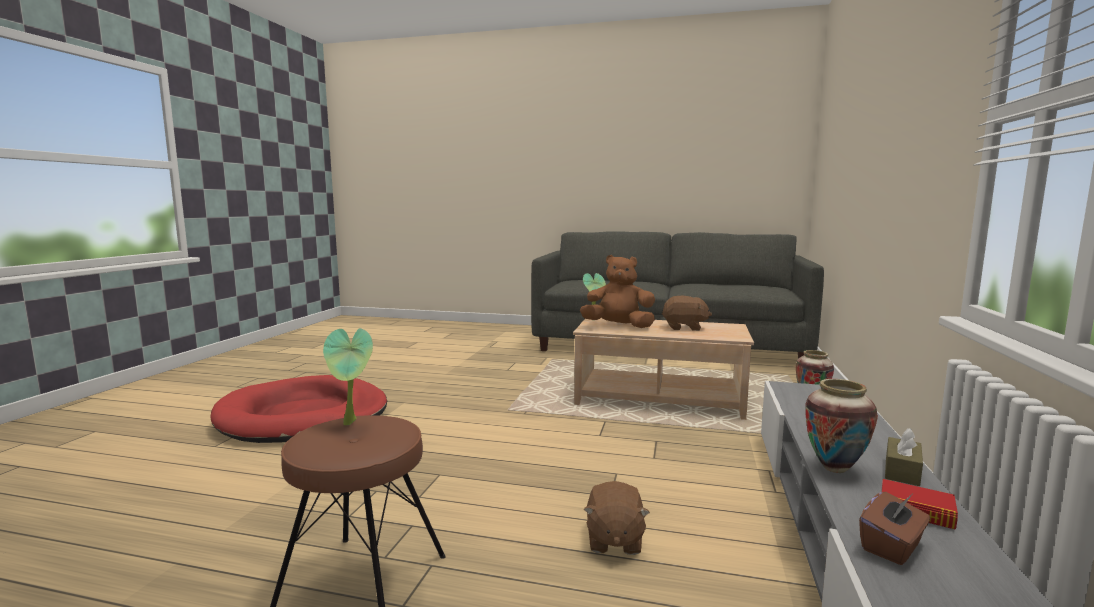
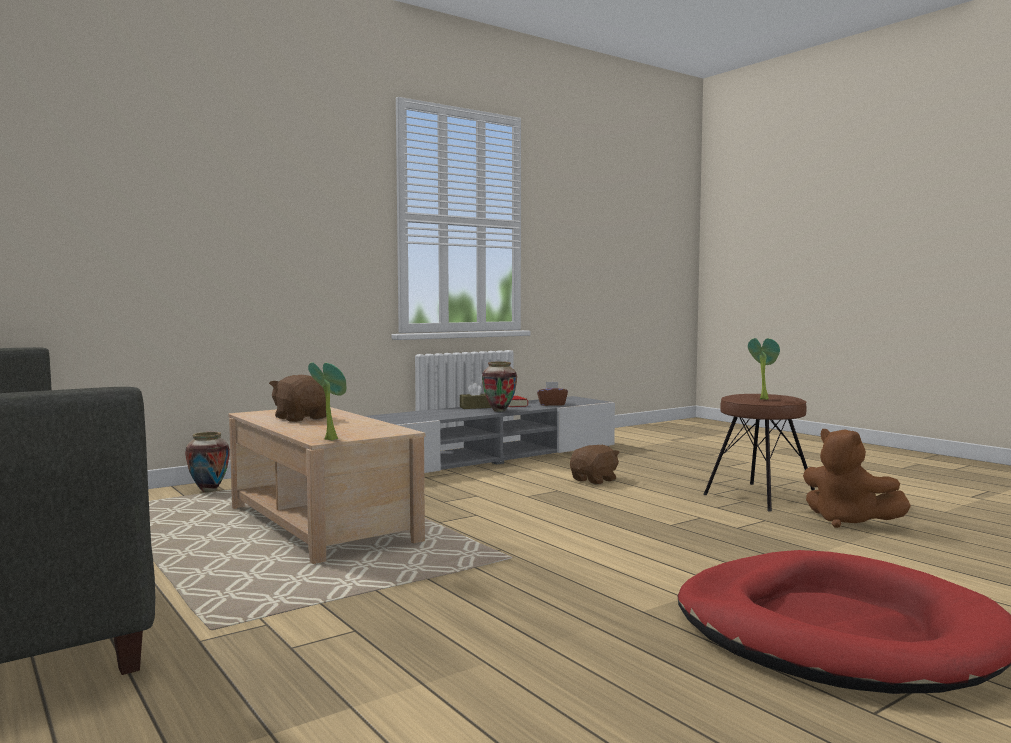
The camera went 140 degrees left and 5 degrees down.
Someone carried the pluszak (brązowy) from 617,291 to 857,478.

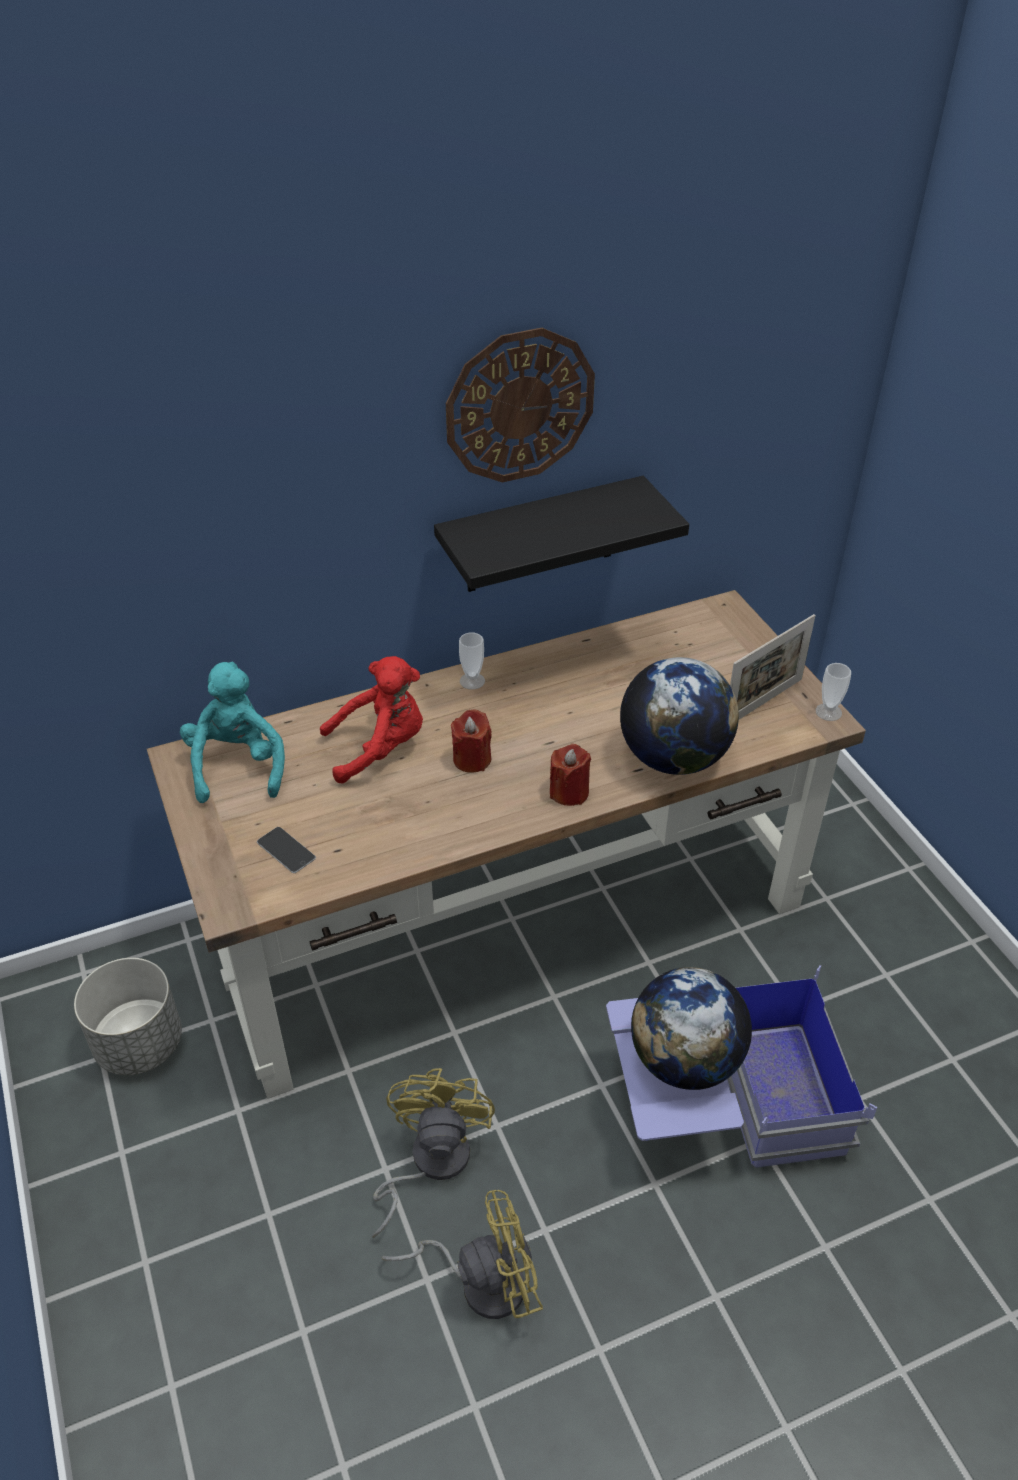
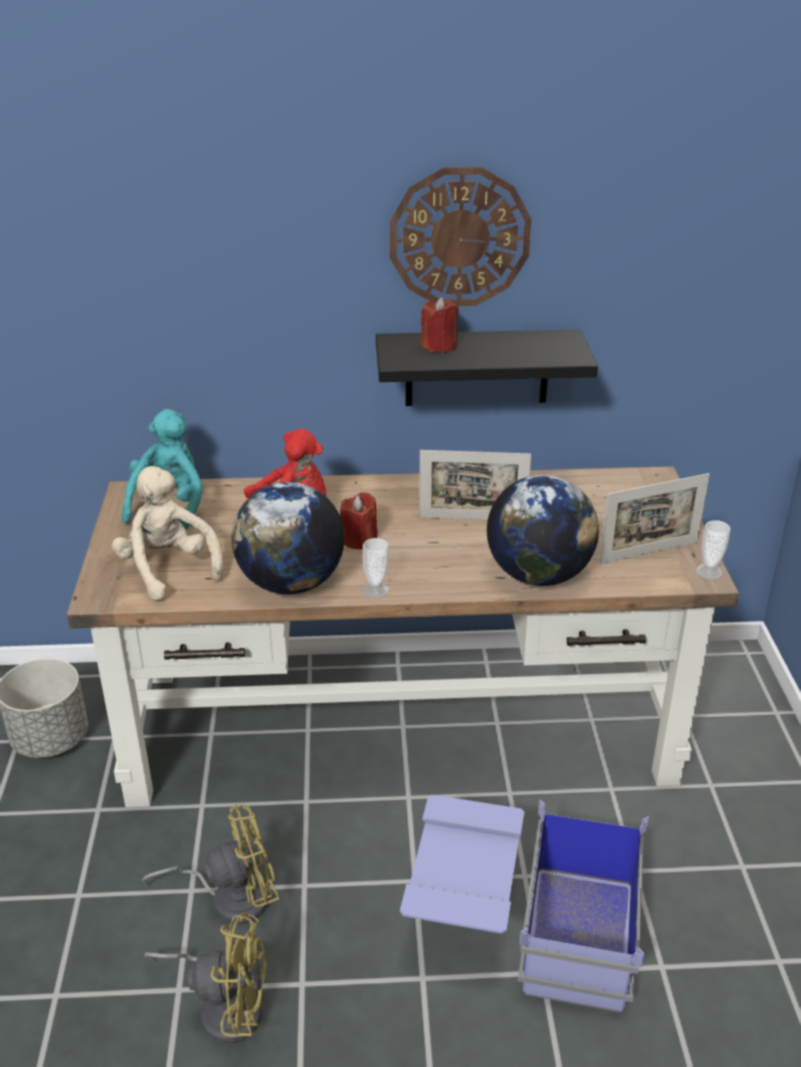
The camera went 20 degrees right and 10 degrees down.
Someone swapped the telefon at 286,850 for the pluszak (beżowy) at 167,533.
Someone rotated the wentylator (żółty) at 433,1153 by 45 degrees clockwise.
Someone carried the globus from 691,1028 to 288,538.
Someone carried the filiżanka from 472,661 to 376,568.
Someone put down the ramka na zdjęcie at 475,485.
Someone carried the świeca (czerwony) from 570,775 to 440,325.

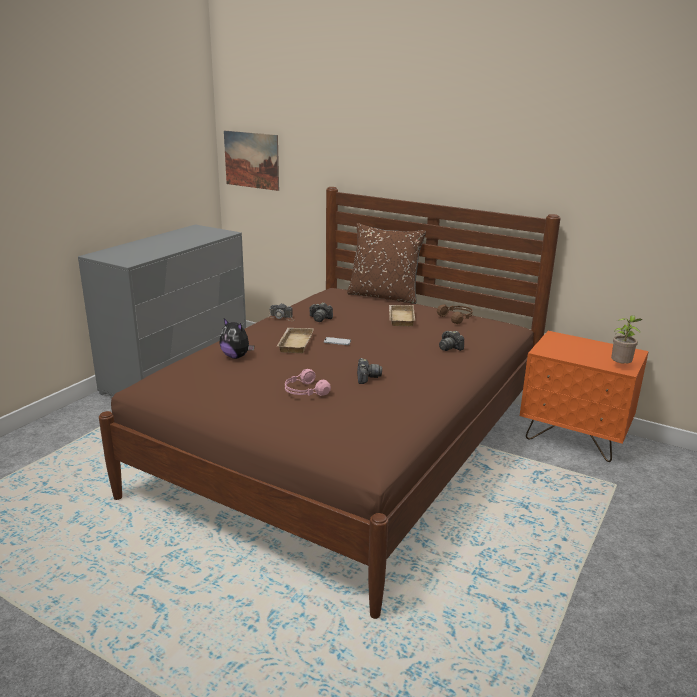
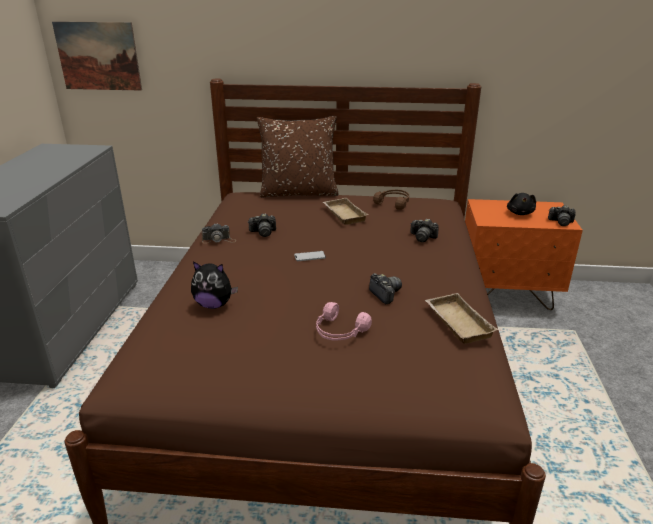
The camera went 25 degrees left and 5 degrees up.
Someone carried the taca (beżowy) from 295,340 to 461,318.
Someone put down the pluszak (czarny) at 521,204.
Someone swapped the roślina doniczkowa at 626,339 for the aparat fotograficzny at 562,215.

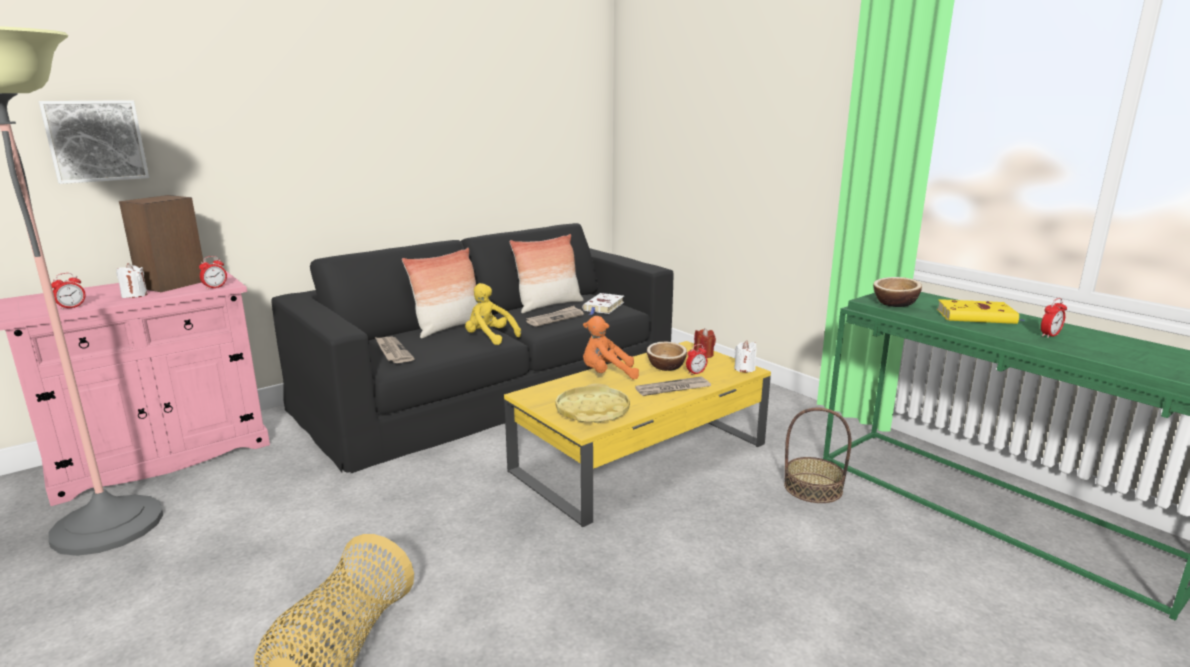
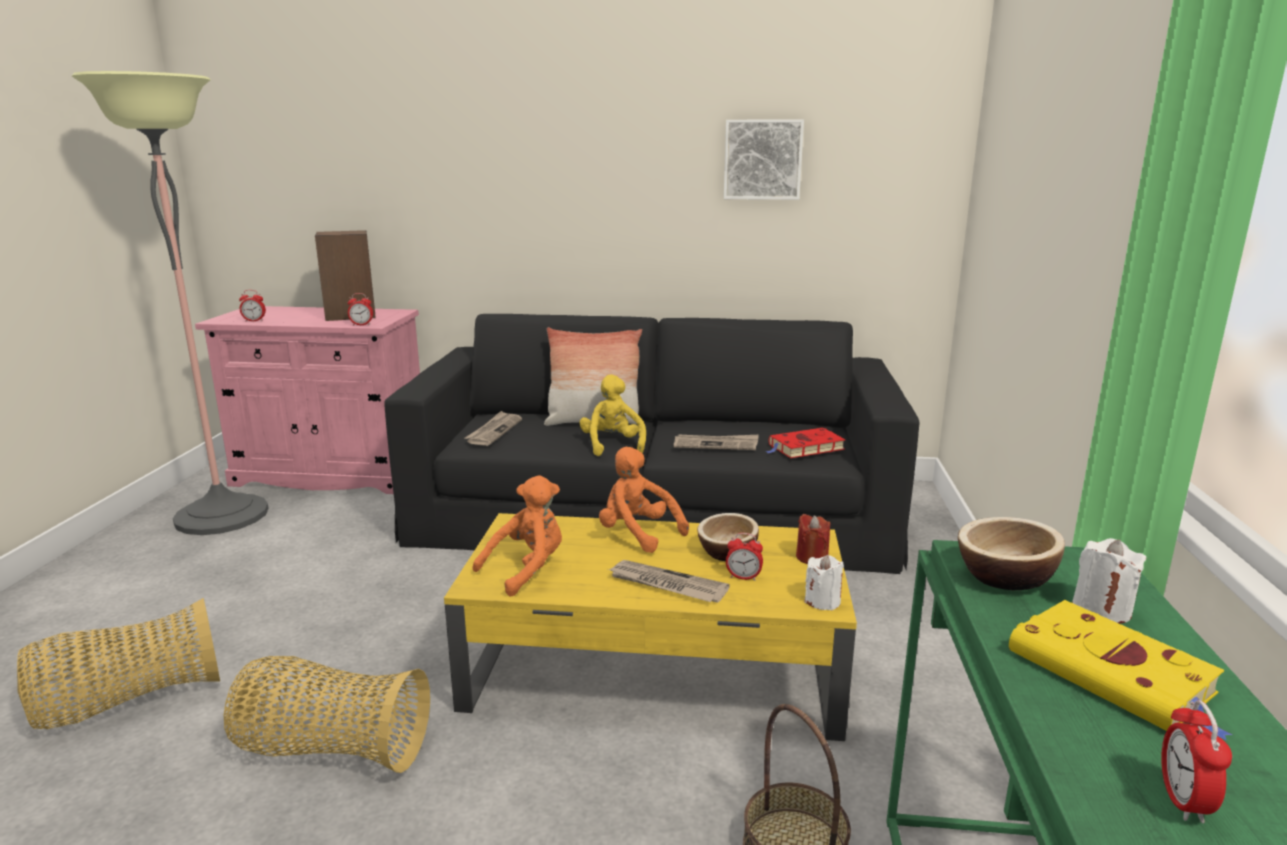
The camera went 45 degrees right and 0 degrees up.
Someone put down the koszyk at 327,714.
Someone swapped the taca (żółty) at 592,403 for the pluszak (pomarańczowy) at 517,536.
Someone carried the obraz from 94,142 to 764,159.
Someone repainted the książka (biały) at 603,304, which became the książka (czerwony) at 805,443.
Someone carried the świeca (biały) from 132,280 to 1109,581.
Someone rotated the budzik at 1054,318 by 90 degrees clockwise.
Someone took away the poduszka at 546,273.

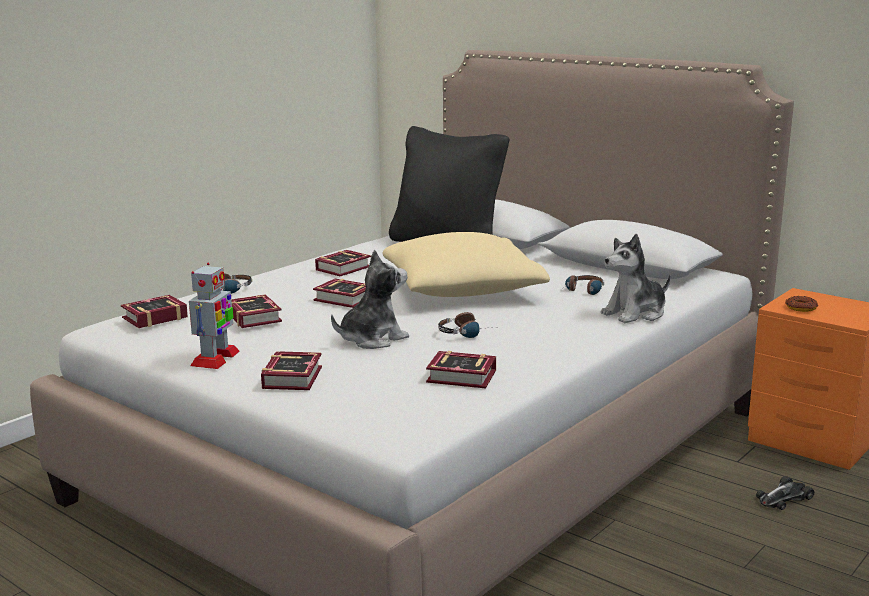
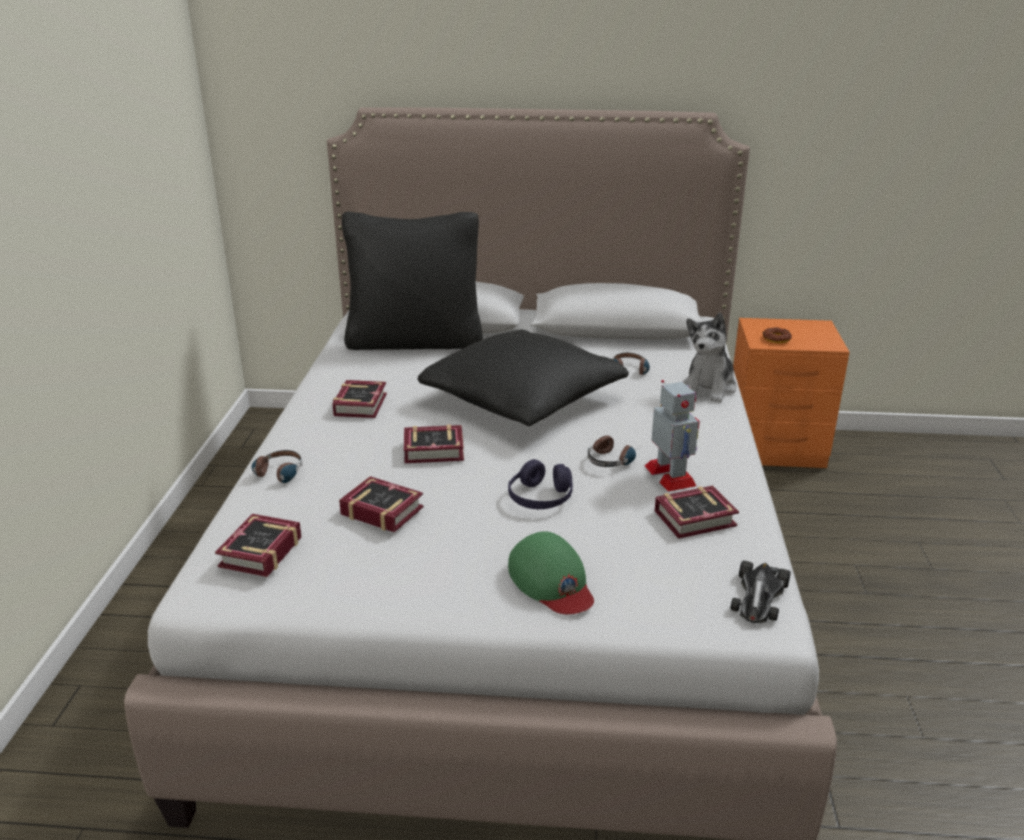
The camera went 35 degrees left and 10 degrees up.
Someone repainted the poduszka (beżowy) at 466,264, which became the poduszka (czarny) at 523,378.
Someone swapped the pluszak at 370,299 for the słuchawki (fioletowy) at 540,484.
Someone swapped the książka at 291,370 for the czapka z daszkiem (zielony) at 551,573.
Someone carried the robot zabawkowy from 214,316 to 672,436.
Someone carried the samochodzik from 785,493 to 761,592.

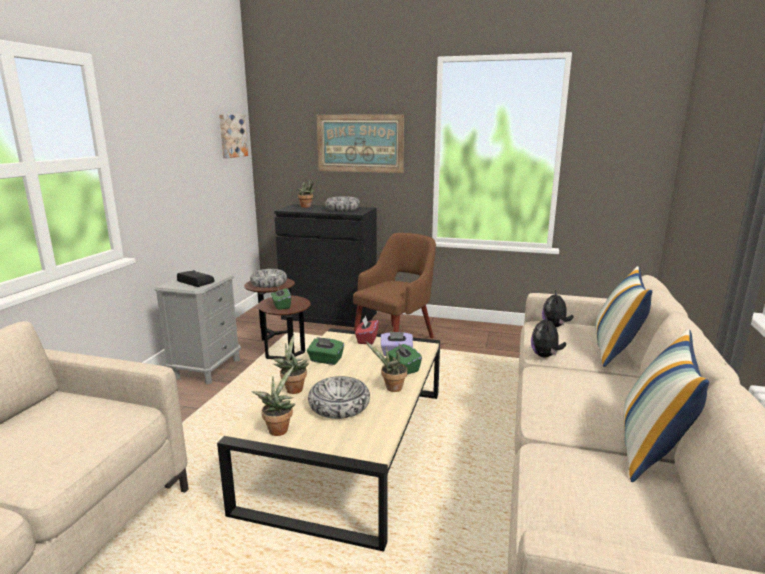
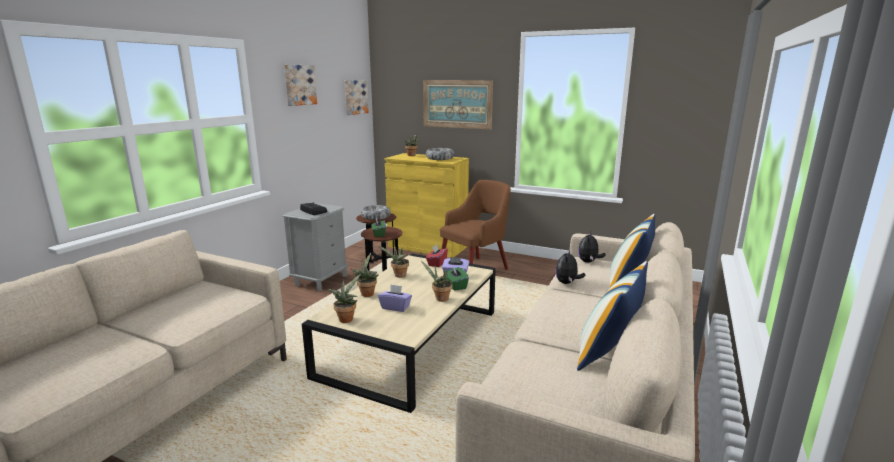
The camera went 10 degrees right and 0 degrees up.
Someone put up the obraz at 300,85.
Someone swapped the miska at 339,397 for the pudełko chusteczek (fioletowy) at 395,298.
Someone swapped the pudełko chusteczek (zielony) at 325,351 for the roślina doniczkowa at 394,262.
Someone repainted the szafka (czarny) at 325,265, which became the szafka (żółty) at 427,205.

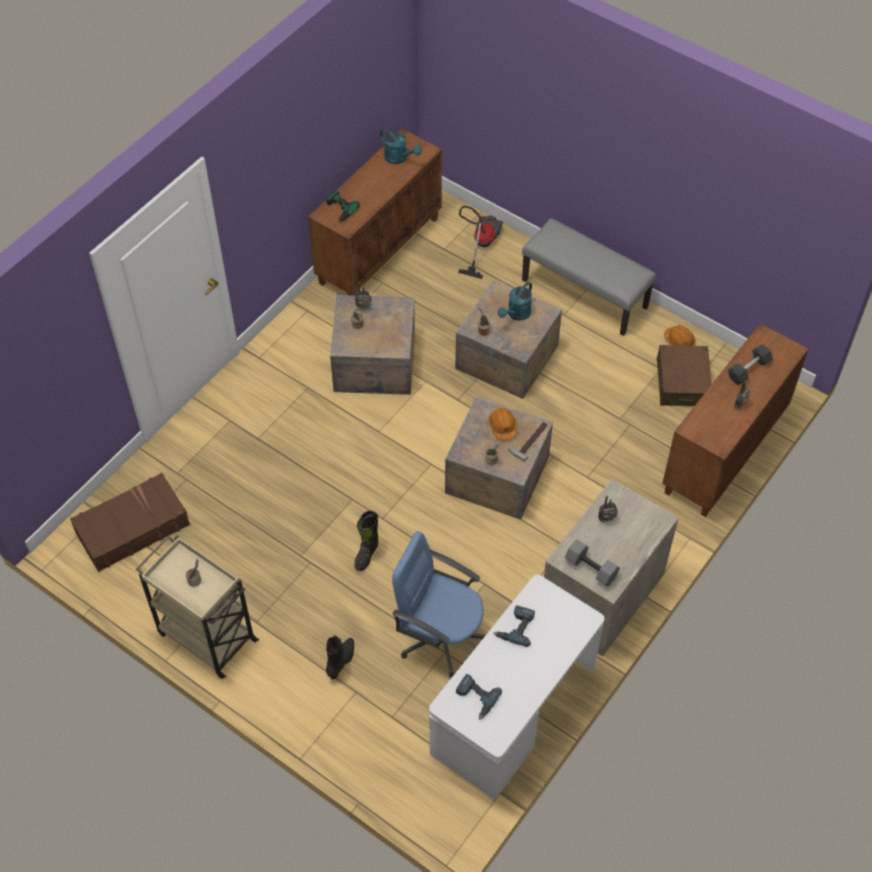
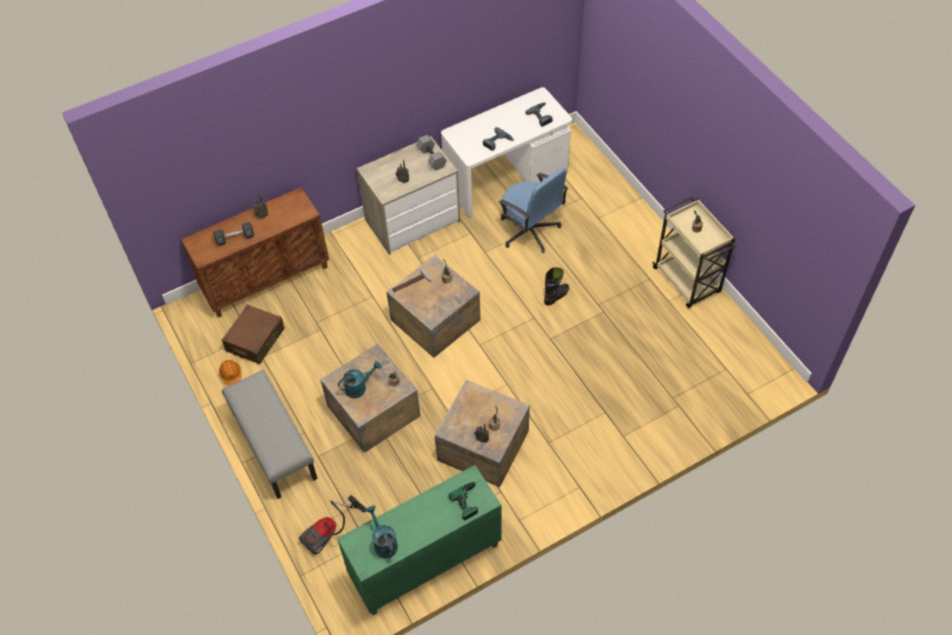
The camera went 155 degrees left and 0 degrees up.
Someone repainted the szafka (brązowy) at 375,212, which became the szafka (zielony) at 419,540.
Someone took away the walizka (brązowy) at 130,522.
Someone took away the but z cholewką (czarny) at 340,657.
Someone took away the kask (pomarańczowy) at 503,424.

